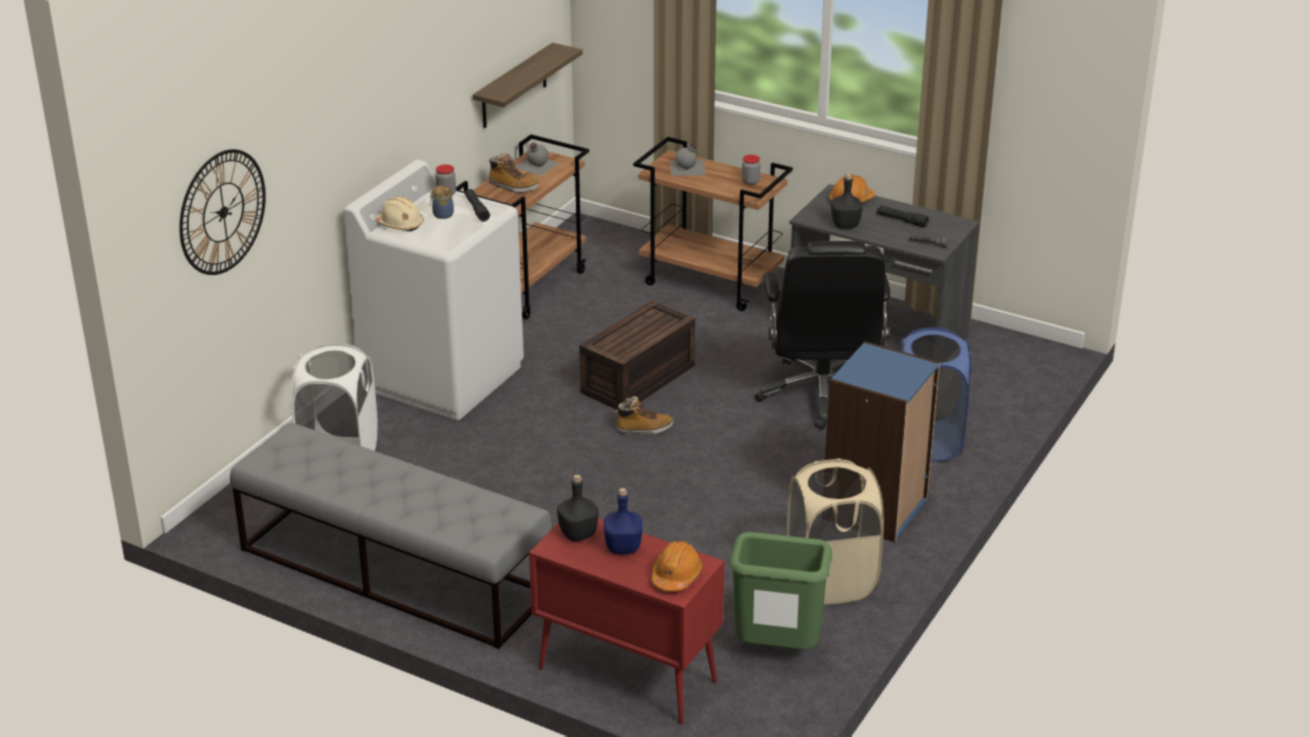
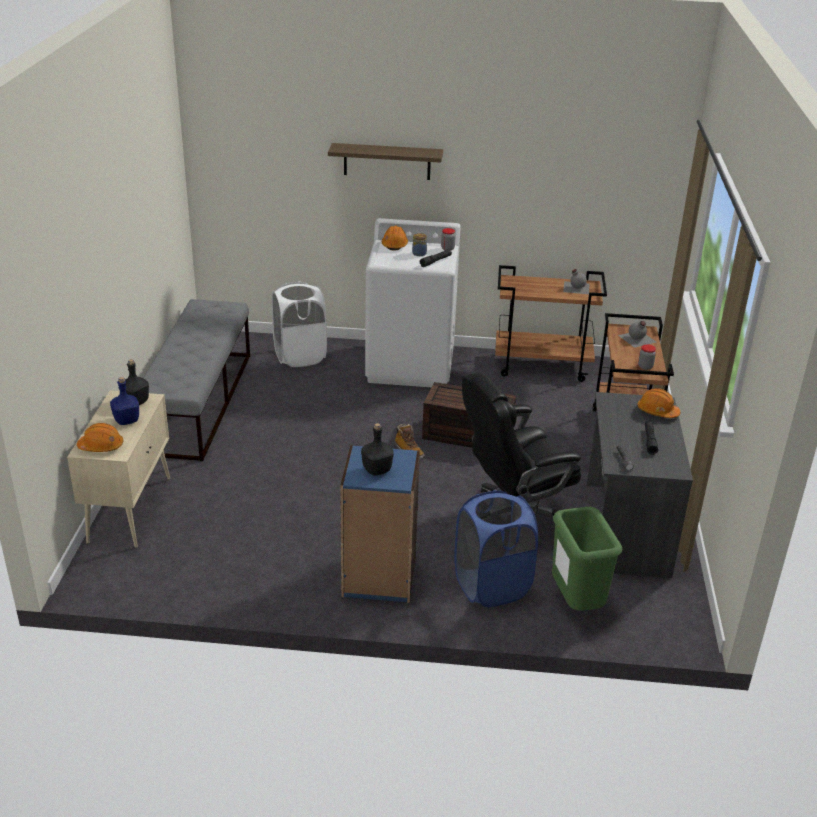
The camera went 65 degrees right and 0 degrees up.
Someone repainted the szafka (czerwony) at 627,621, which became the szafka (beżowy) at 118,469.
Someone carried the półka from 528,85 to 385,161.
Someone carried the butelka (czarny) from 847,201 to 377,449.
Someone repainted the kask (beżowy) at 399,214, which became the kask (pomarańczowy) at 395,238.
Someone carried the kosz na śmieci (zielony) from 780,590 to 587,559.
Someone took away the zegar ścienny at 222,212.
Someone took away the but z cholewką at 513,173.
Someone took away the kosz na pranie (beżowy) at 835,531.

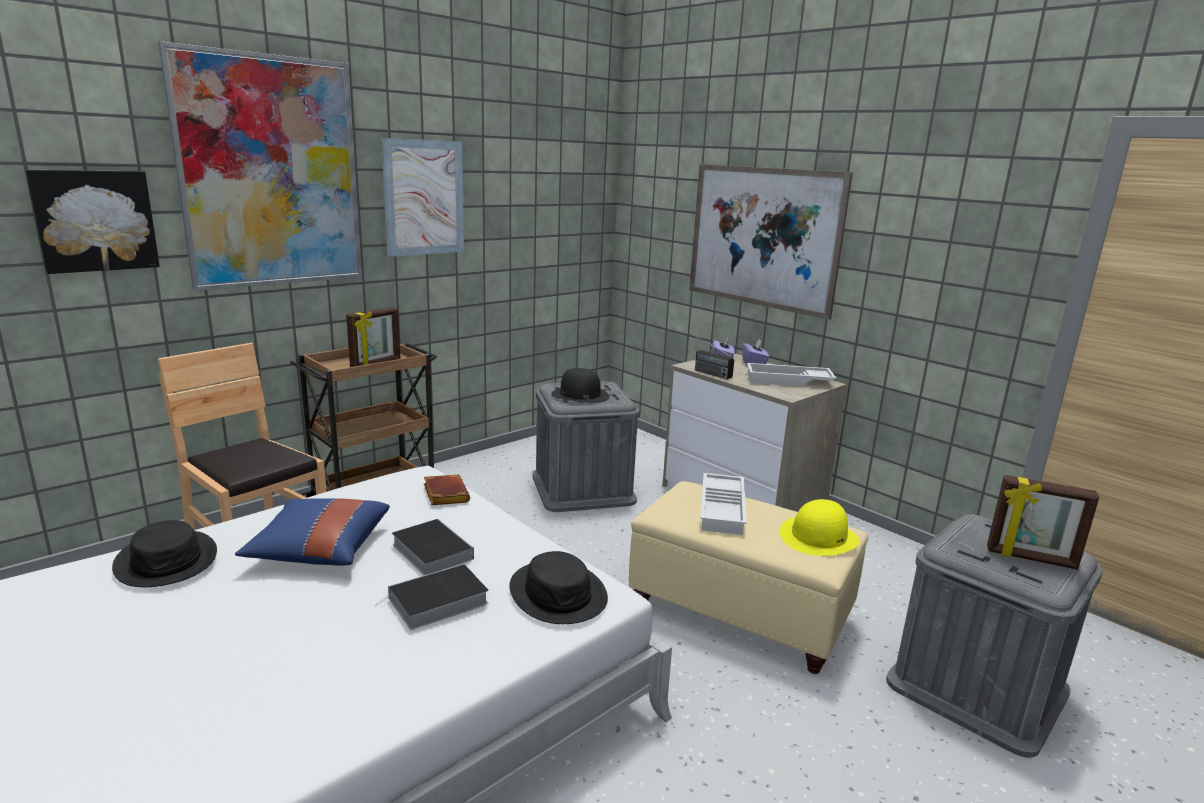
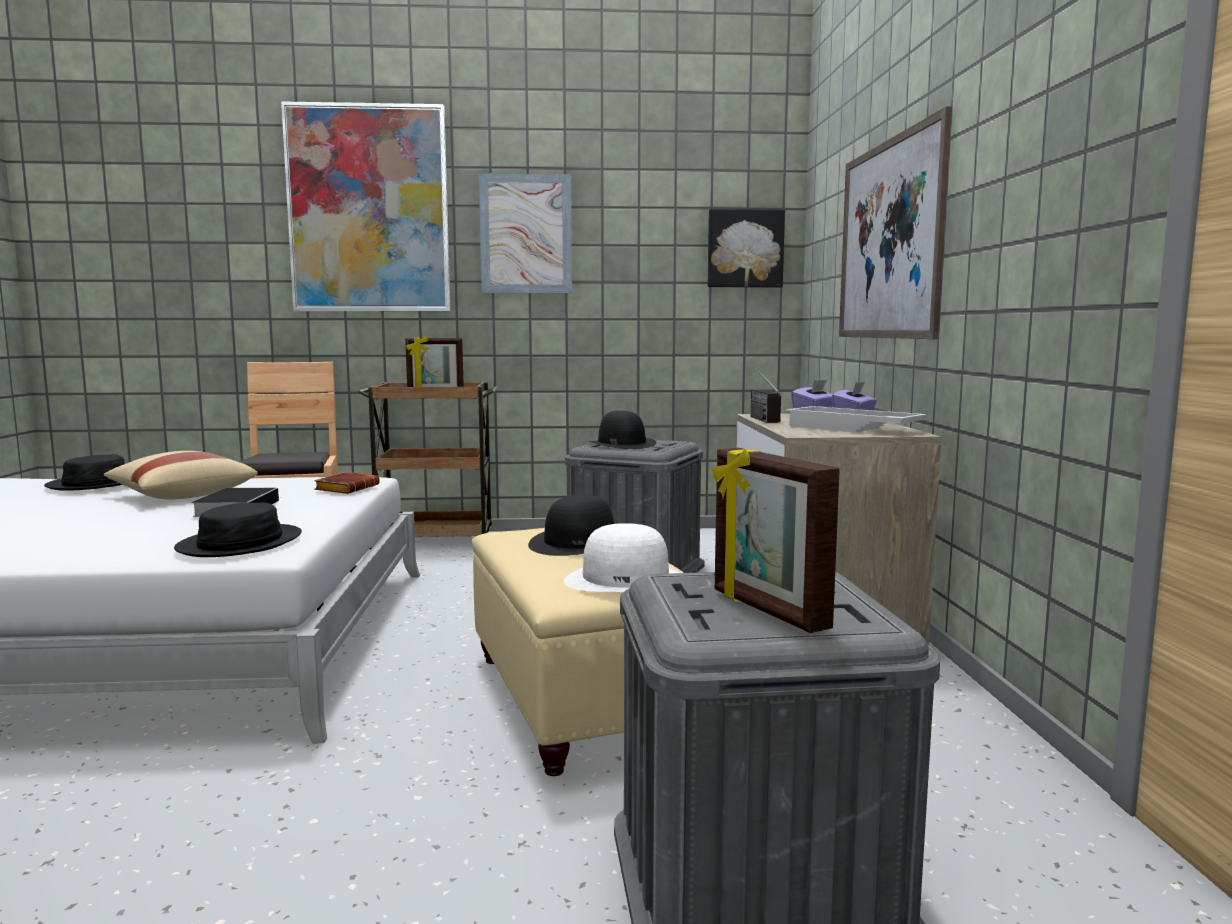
The camera went 40 degrees right and 10 degrees down.
Someone repainted the poduszka (niebieski) at 312,532, which became the poduszka (beżowy) at 181,475.
Someone swapped the taca (biały) at 723,504 for the kapelusz (czarny) at 571,525.
Someone repainted the kapelusz (żółty) at 820,527, which became the kapelusz (biały) at 621,557.
Someone carried the obraz from 93,222 to 746,248.
Someone took away the książka at 431,597.

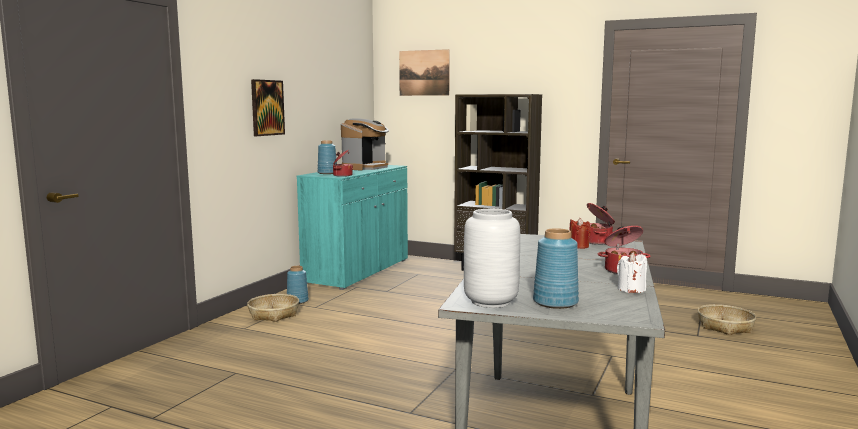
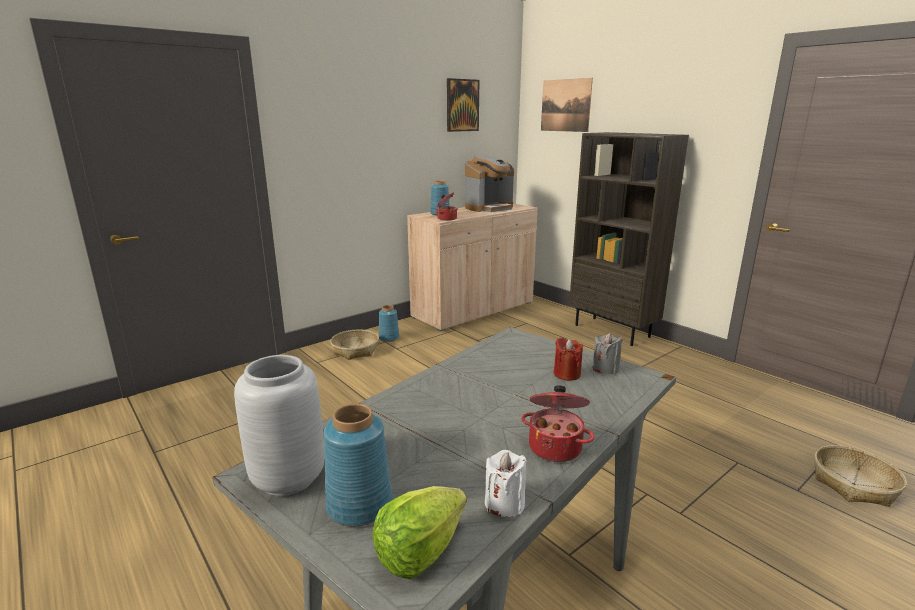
The camera went 25 degrees right and 10 degrees up.
Someone put down the sałata at 419,532.
Someone repainted the szafka (turkusowy) at 352,227, which became the szafka (beżowy) at 472,267.
Someone carried the obraz from 268,107 to 463,105.
Someone swapped the garnek at 601,224 for the świeca (szary) at 607,354.

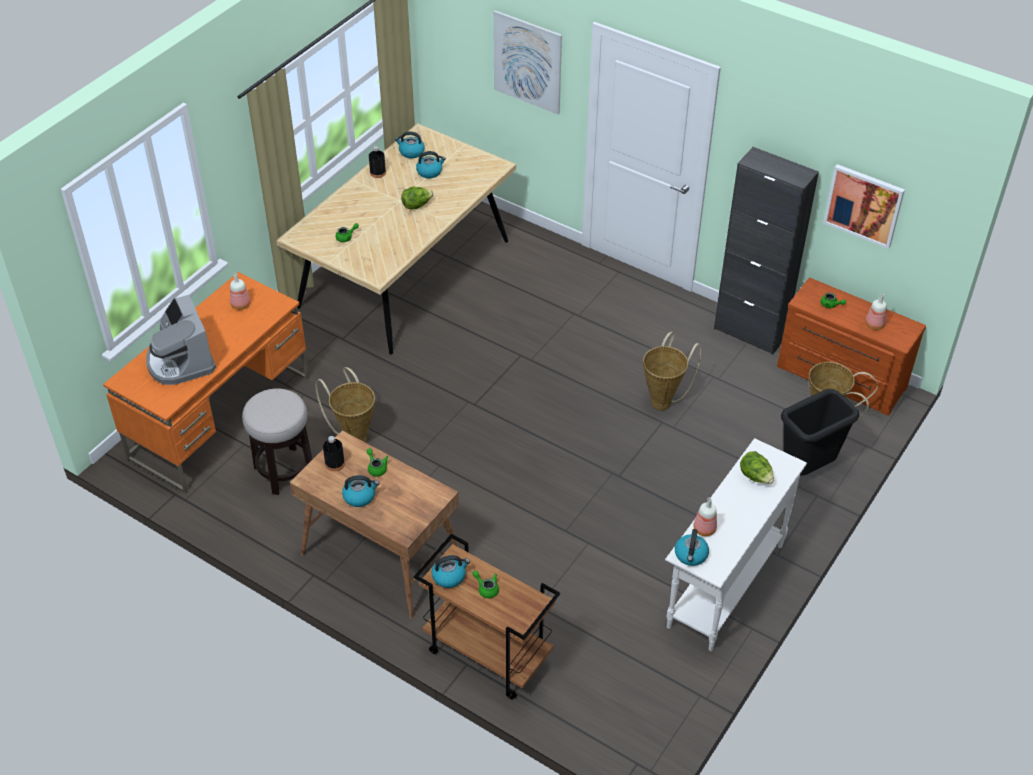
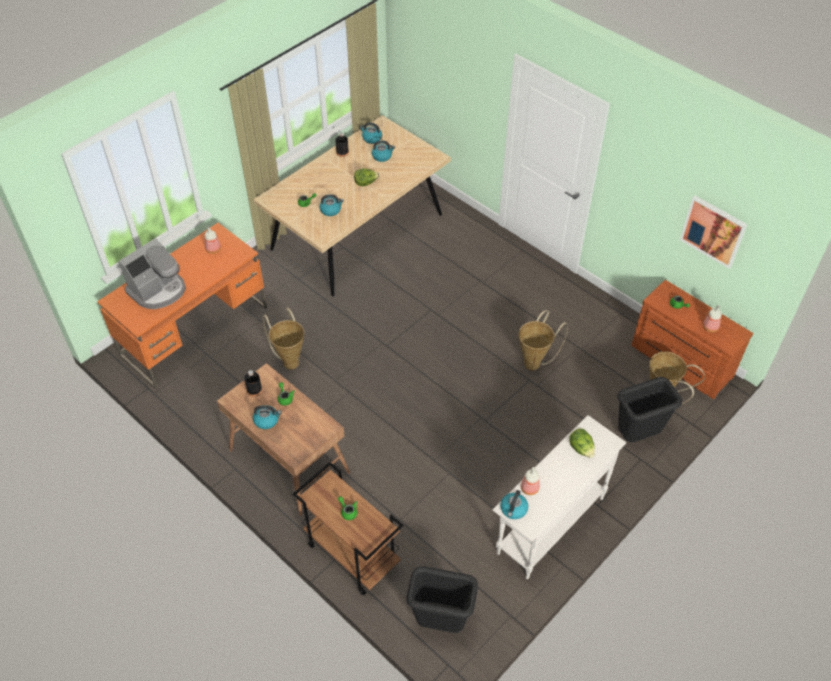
The camera went 10 degrees right and 5 degrees up.
Someone rotated the ekspres do kawy at 181,340 by 120 degrees counterclockwise.
Someone carried the czajnik from 450,571 to 331,205.
Someone put down the kosz na śmieci (czarny) at 442,599.
Someone took away the stołek at 277,441.
Someone took away the obraz at 527,62.
Someone took away the szafka (czarny) at 766,251.

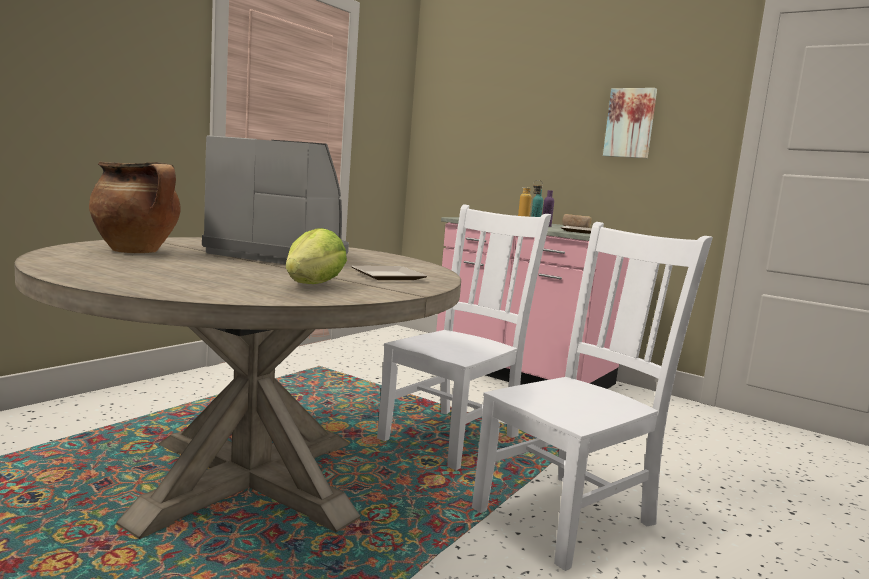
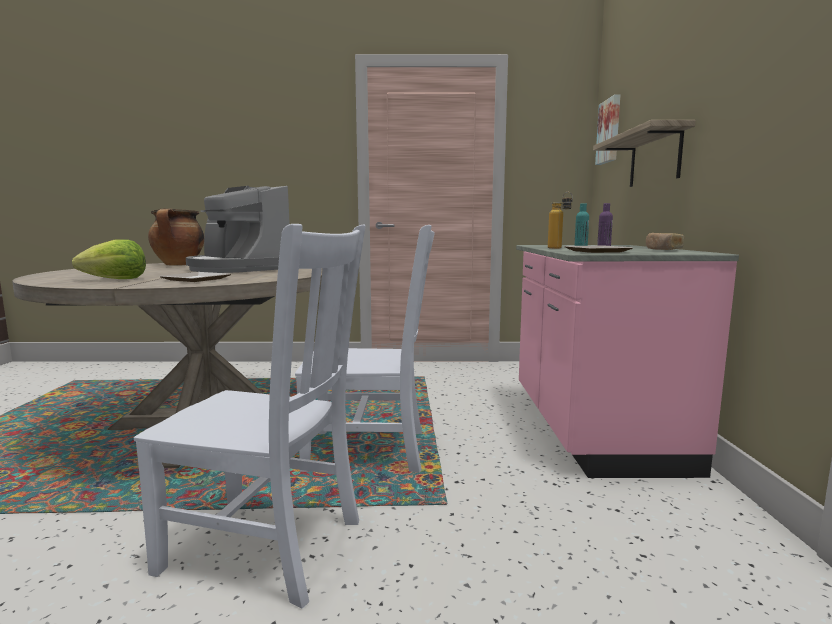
The camera went 55 degrees right and 0 degrees up.
Someone rotated the ekspres do kawy at 275,199 by 150 degrees clockwise.
Someone put up the półka at 644,153.
Someone carried the obraz from 630,123 to 607,129.

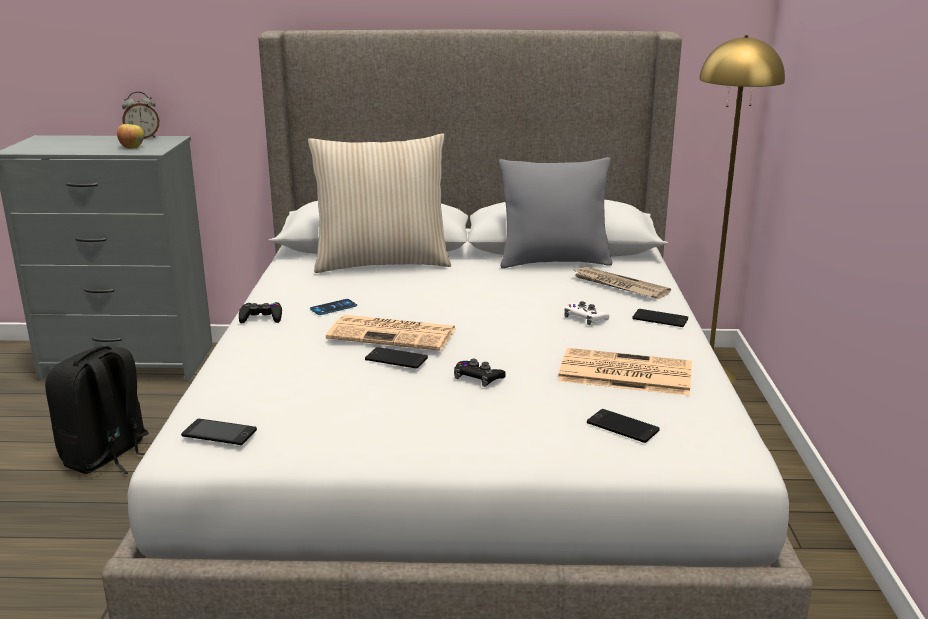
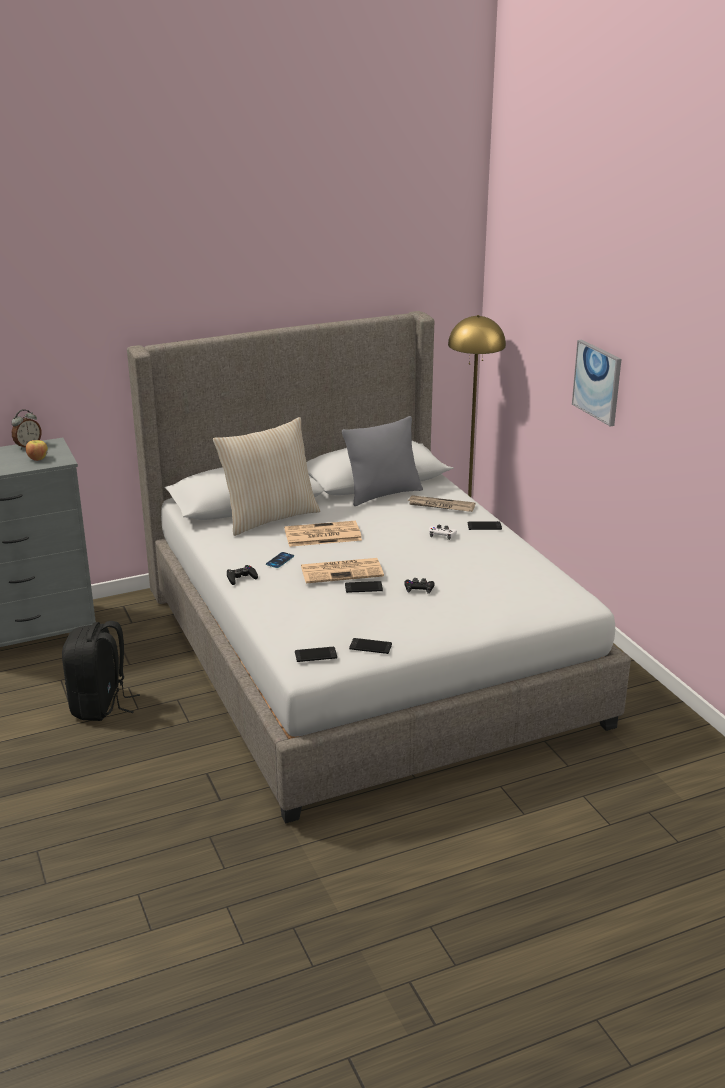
The camera went 25 degrees left and 5 degrees up.
Someone carried the gazeta from 625,372 to 323,534.
Someone carried the telefon from 623,426 to 370,646.
Someone put up the obraz at 596,383.

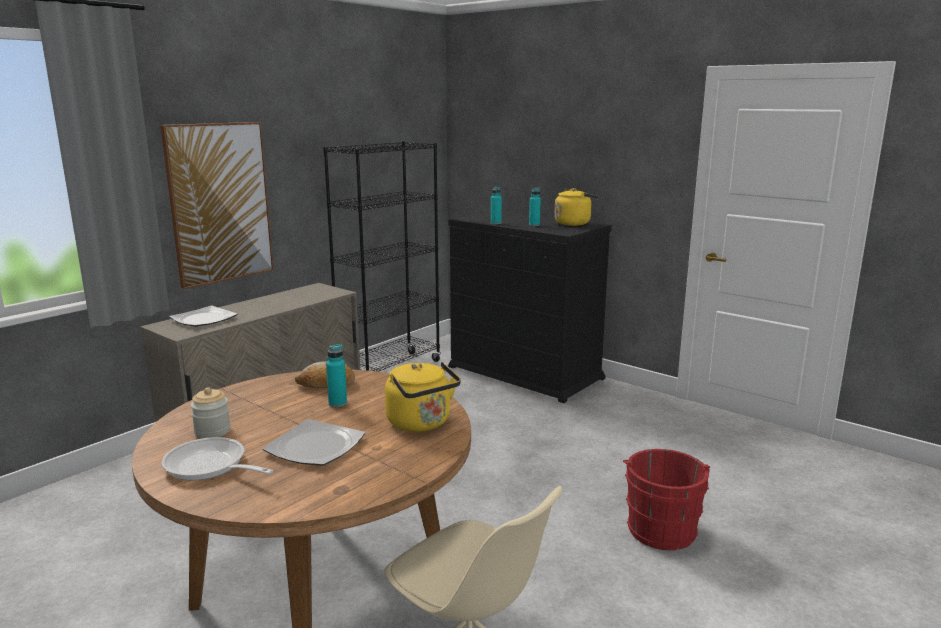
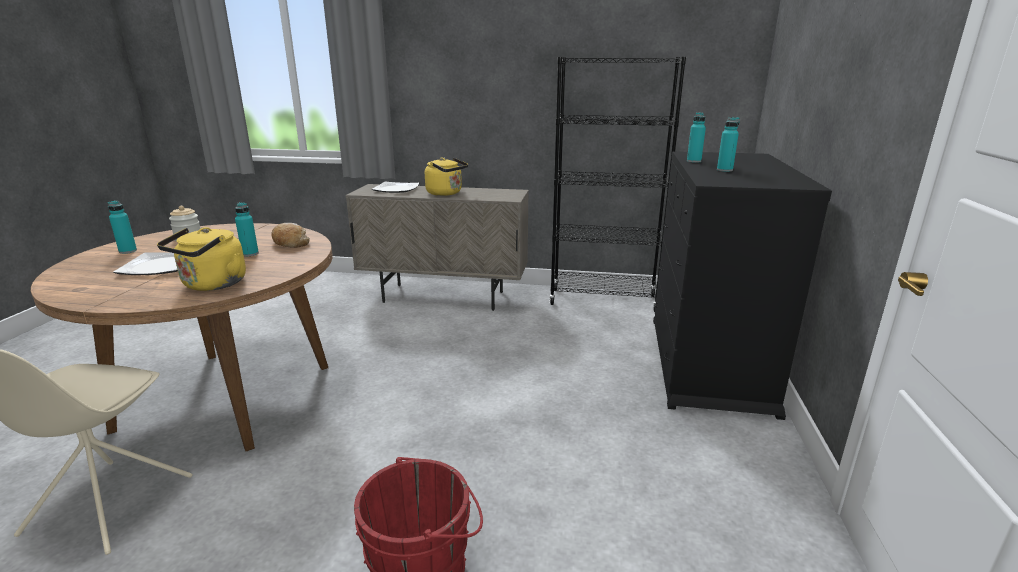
The camera went 60 degrees right and 5 degrees up.
Someone swapped the patelnia at 217,459 for the butelka (turkusowy) at 122,227.
Someone carried the czajnik (żółty) from 576,207 to 446,176.
Someone took away the obraz at 217,205.

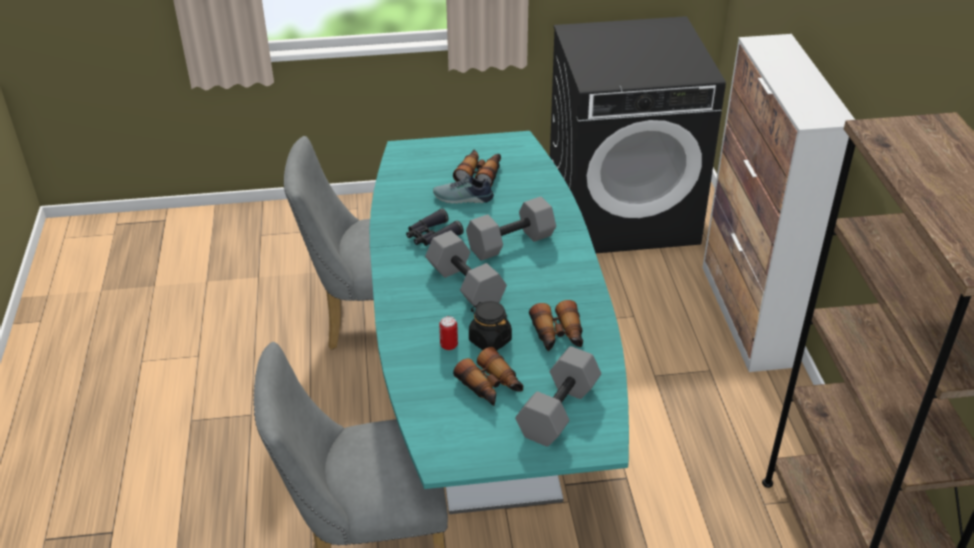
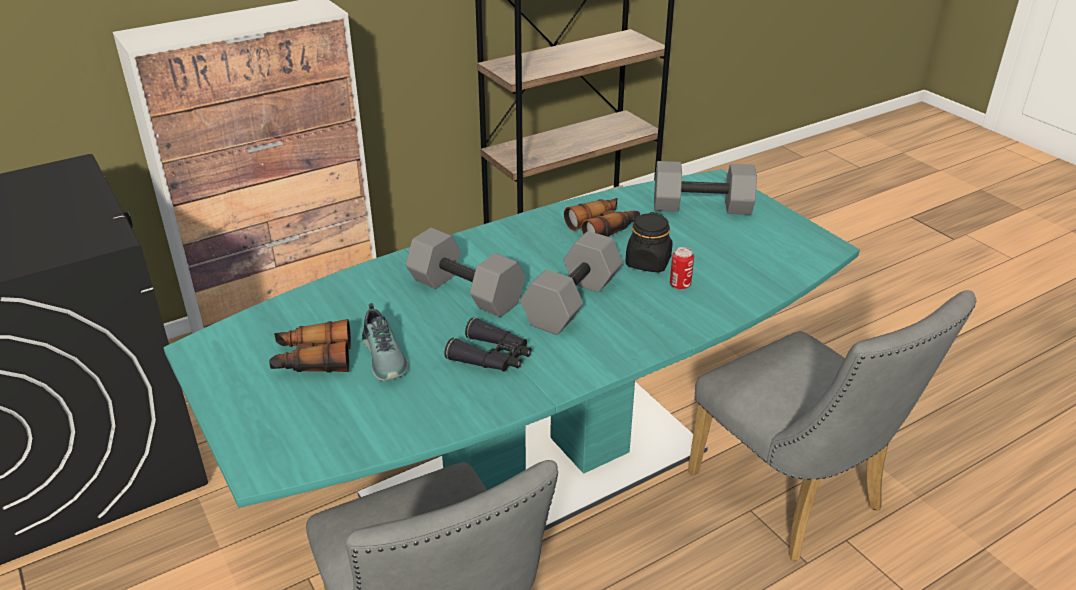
The camera went 115 degrees left and 5 degrees down.
Someone took away the lornetka at 488,376.

